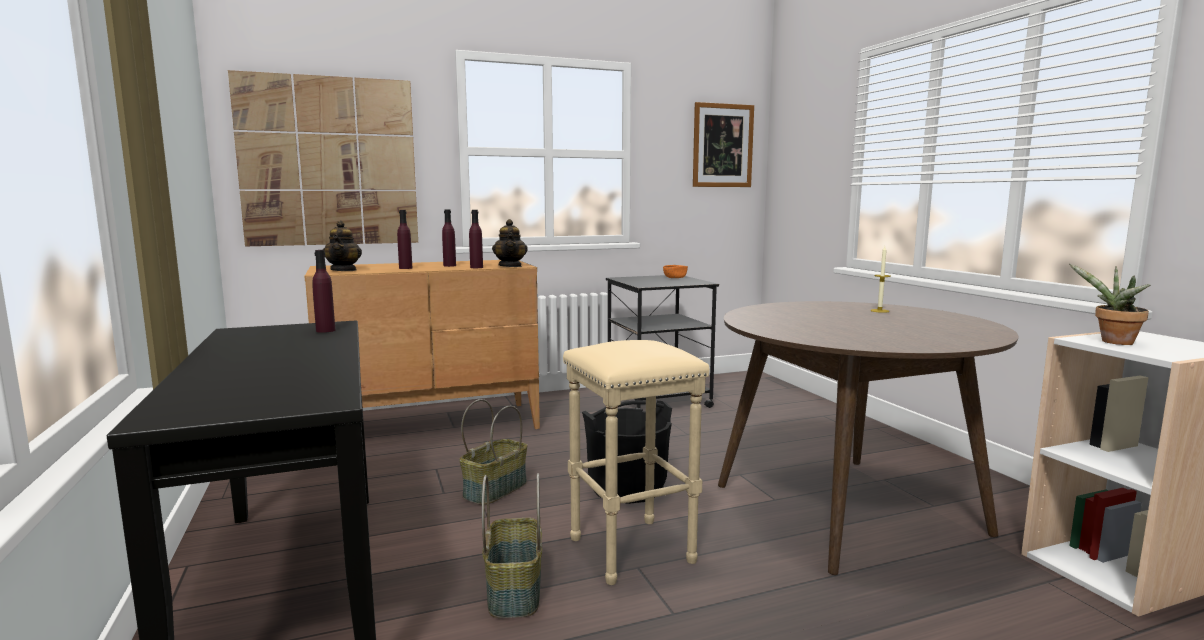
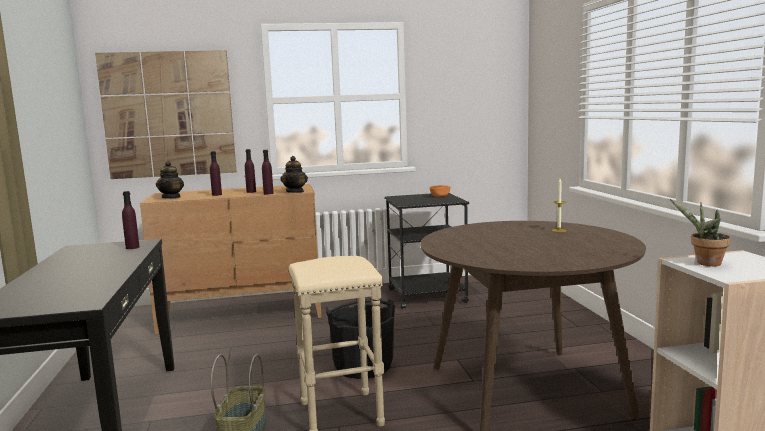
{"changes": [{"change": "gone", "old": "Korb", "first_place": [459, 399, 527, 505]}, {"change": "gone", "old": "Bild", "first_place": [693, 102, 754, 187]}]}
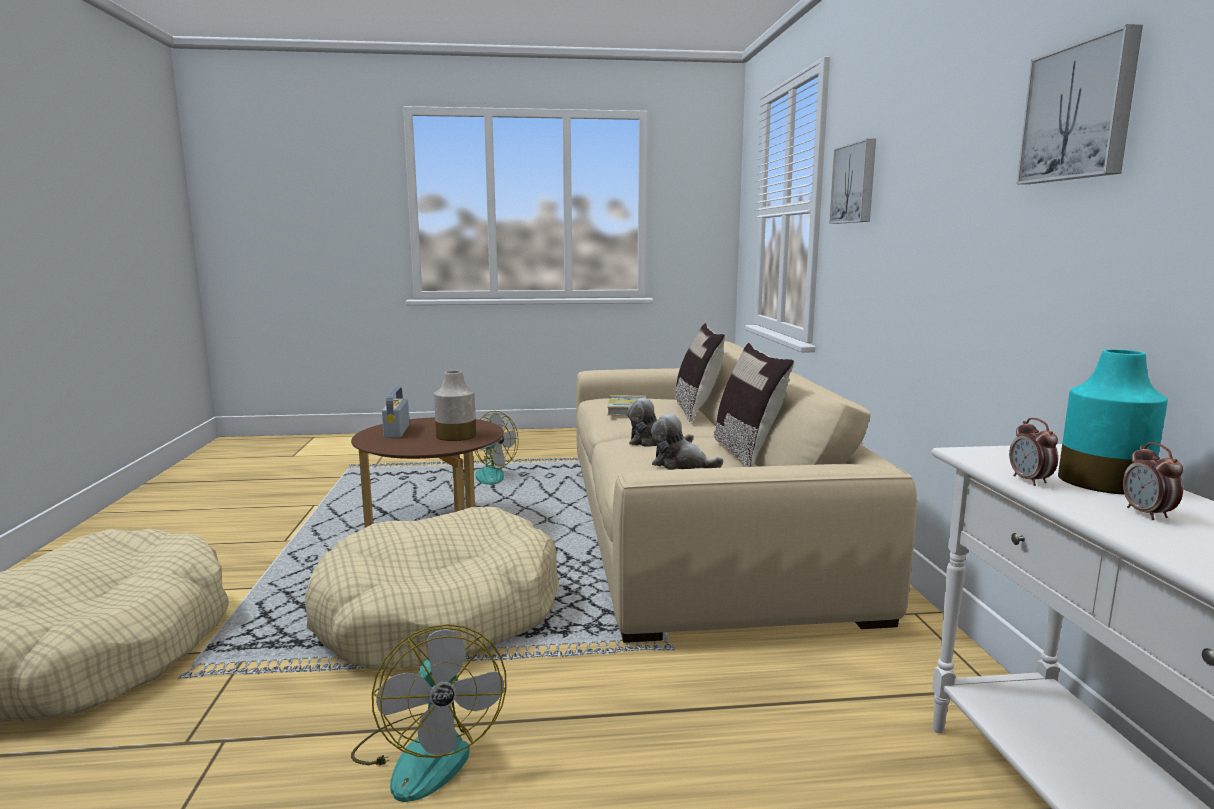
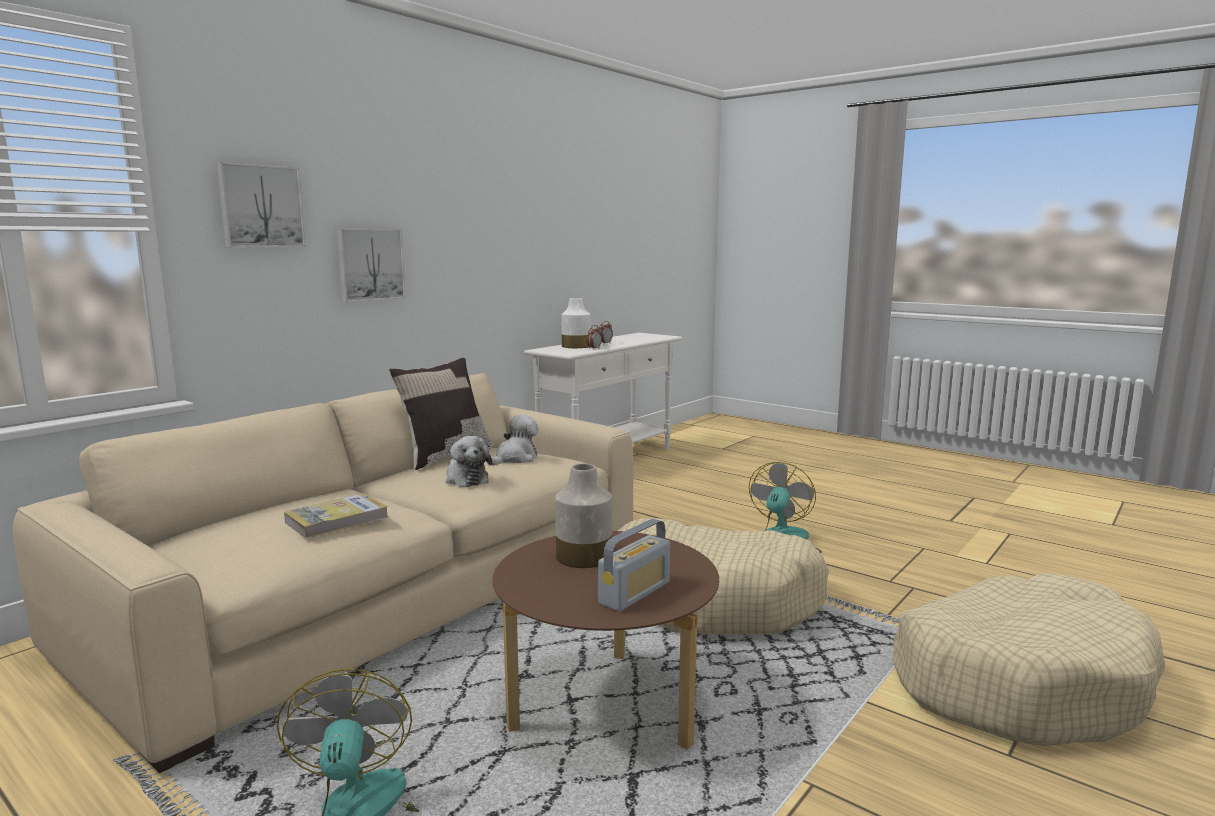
{"changes": [{"change": "rotated", "old": "Plüschtier", "first_place": [651, 414, 724, 470], "second_place": [486, 414, 538, 465], "degrees": -120}, {"change": "gone", "old": "Kissen", "first_place": [675, 323, 725, 422]}, {"change": "shifted", "old": "Bild", "first_place": [1017, 24, 1143, 184], "second_place": [336, 229, 406, 302]}, {"change": "repainted", "old": "Vase (türkis)", "new": "Vase (weiß)", "first_place": [1058, 349, 1168, 495], "second_place": [561, 298, 591, 348]}]}
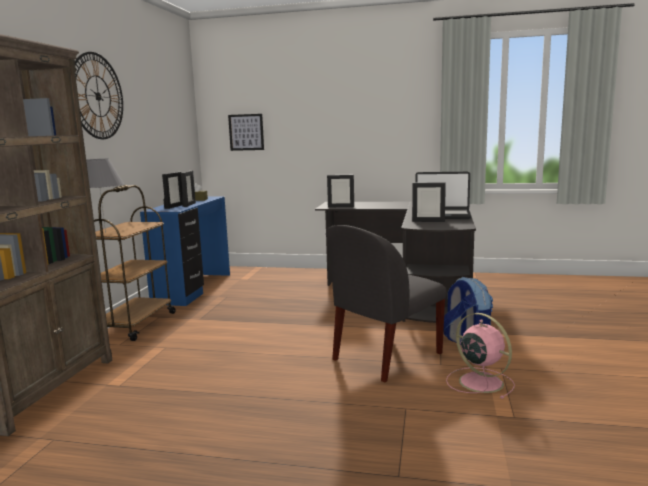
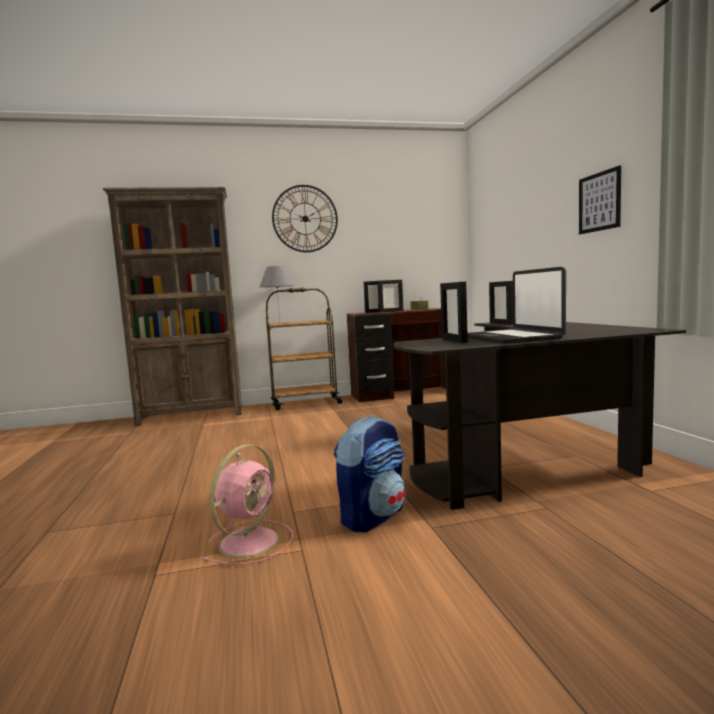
{"changes": [{"change": "repainted", "old": "Schreibtisch (blau)", "new": "Schreibtisch (braun)", "first_place": [140, 197, 230, 306], "second_place": [347, 308, 446, 402]}, {"change": "shifted", "old": "Bild", "first_place": [228, 114, 264, 151], "second_place": [579, 165, 621, 234]}, {"change": "gone", "old": "Stuhl (grau)", "first_place": [326, 225, 447, 382]}]}
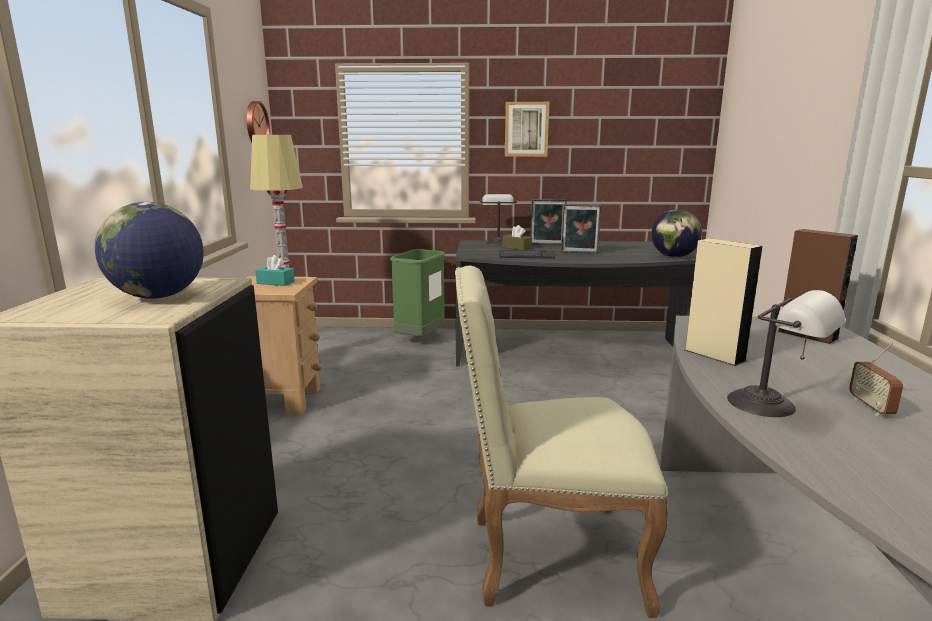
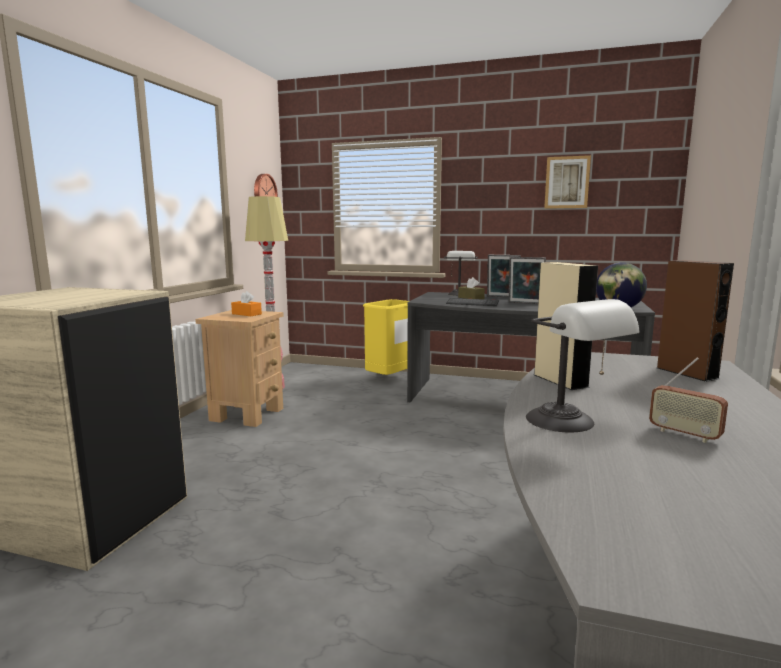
{"changes": [{"change": "gone", "old": "Globus", "first_place": [95, 202, 204, 299]}, {"change": "repainted", "old": "Taschentuchbox (türkis)", "new": "Taschentuchbox (orange)", "first_place": [255, 255, 295, 286], "second_place": [231, 291, 262, 316]}, {"change": "repainted", "old": "Mülleimer (grün)", "new": "Mülleimer (gelb)", "first_place": [390, 249, 445, 336], "second_place": [363, 299, 409, 375]}, {"change": "gone", "old": "Stuhl (beige)", "first_place": [455, 266, 668, 618]}, {"change": "shifted", "old": "Bild", "first_place": [505, 102, 549, 157], "second_place": [544, 155, 591, 209]}, {"change": "rotated", "old": "Radio", "first_place": [849, 342, 903, 416], "second_place": [649, 358, 728, 443], "degrees": -60}]}
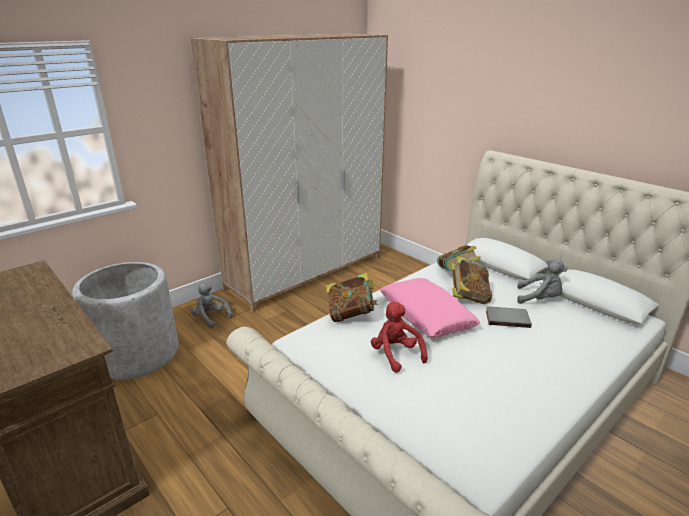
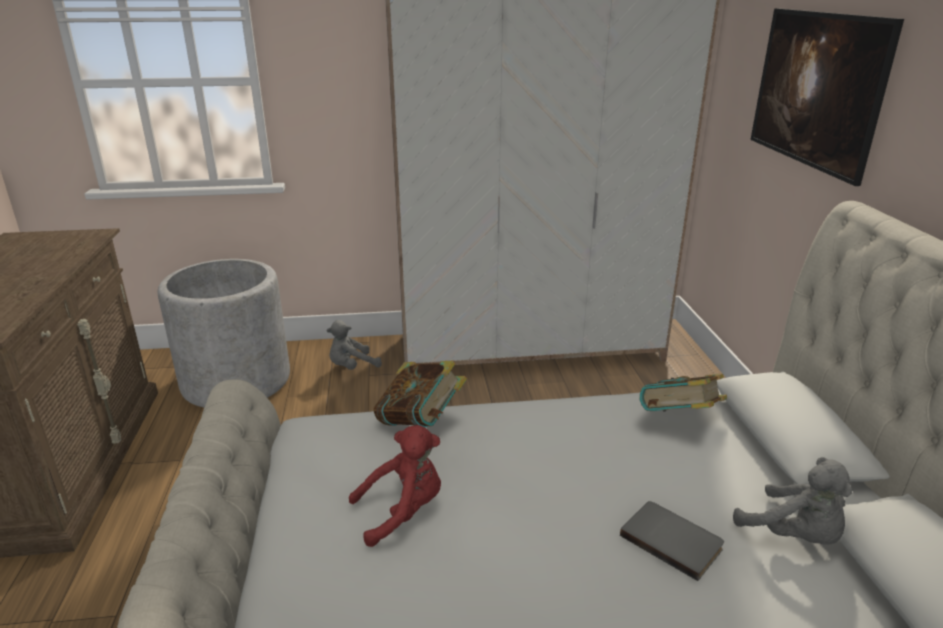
{"changes": [{"change": "rotated", "old": "Plüschtier (grau)", "first_place": [191, 282, 232, 328], "second_place": [327, 320, 382, 370], "degrees": -105}, {"change": "rotated", "old": "Plüschtier (rot)", "first_place": [371, 302, 428, 373], "second_place": [349, 425, 441, 547], "degrees": 60}, {"change": "gone", "old": "Kissen (rosa)", "first_place": [380, 278, 480, 338]}, {"change": "gone", "old": "Buch", "first_place": [450, 256, 492, 304]}, {"change": "new", "new": "Bild", "second_place": [751, 8, 904, 186]}]}
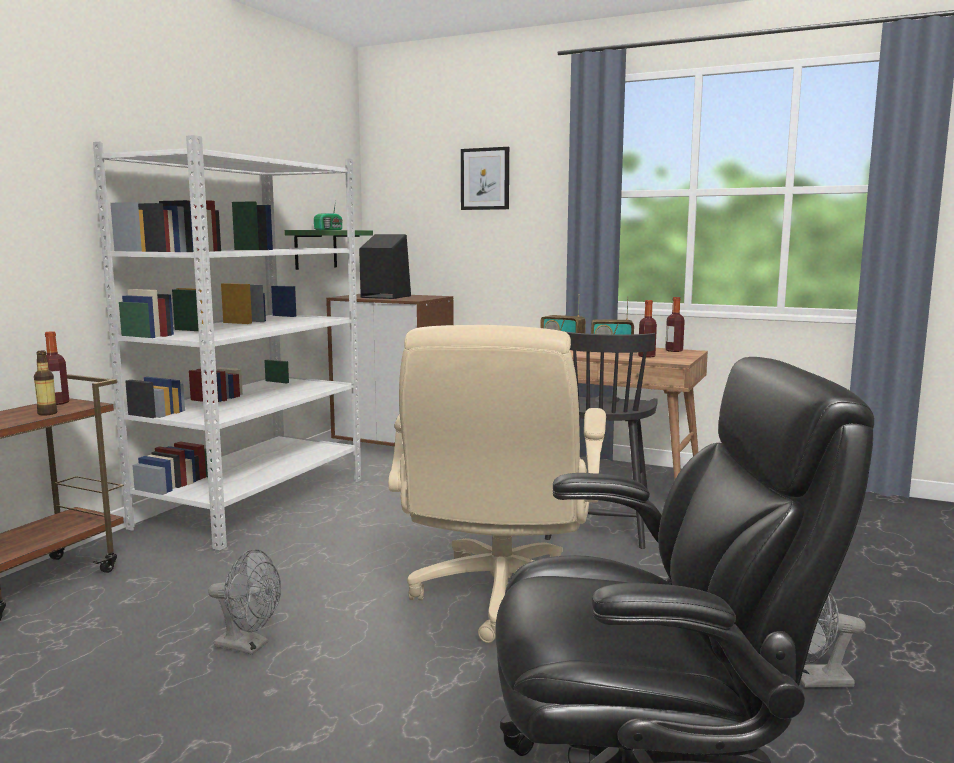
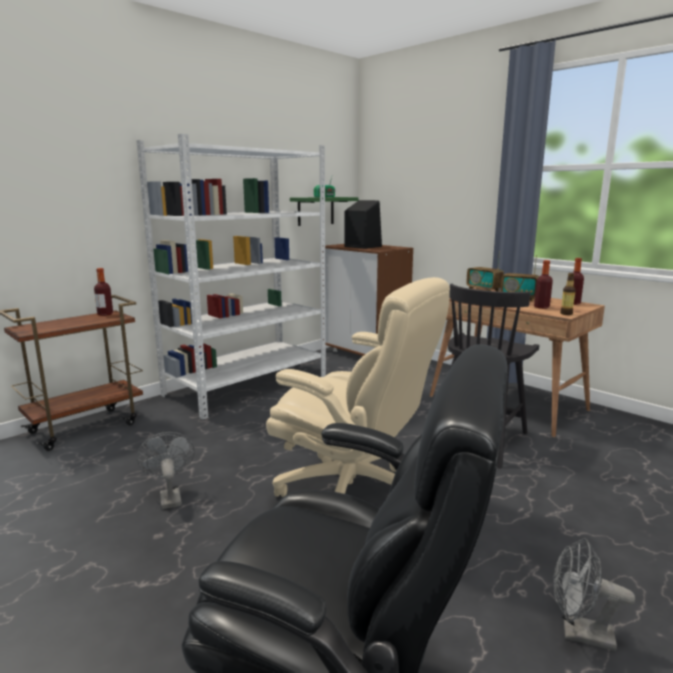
{"changes": [{"change": "shifted", "old": "Flasche", "first_place": [34, 351, 57, 416], "second_place": [560, 273, 576, 315]}, {"change": "rotated", "old": "Ventilator (grau)", "first_place": [208, 549, 281, 655], "second_place": [137, 432, 195, 509], "degrees": -150}, {"change": "rotated", "old": "Bürostuhl (beige)", "first_place": [388, 325, 606, 643], "second_place": [266, 277, 450, 497], "degrees": -90}, {"change": "gone", "old": "Bild", "first_place": [461, 147, 509, 210]}]}
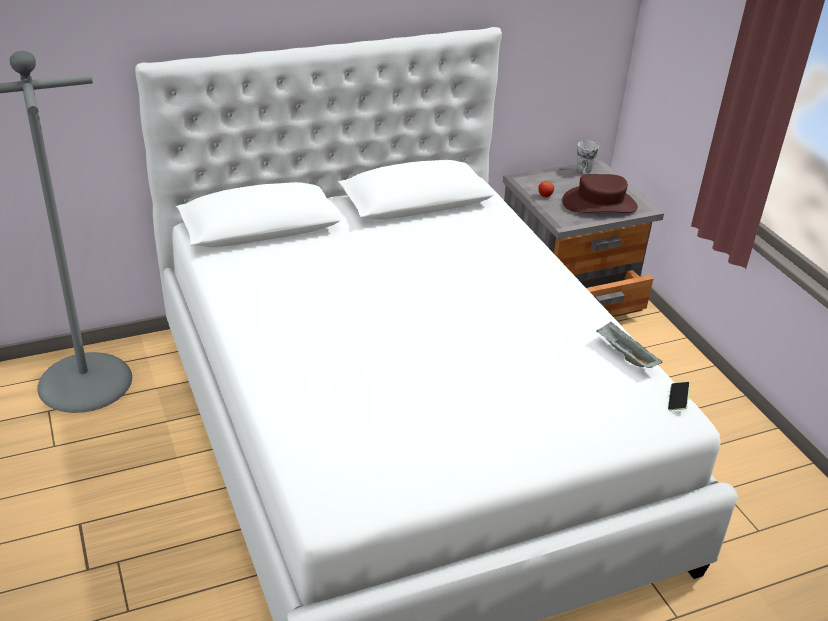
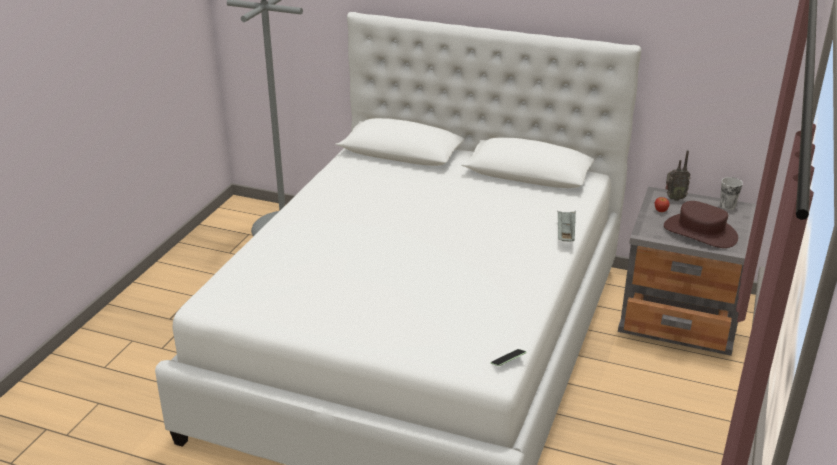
{"changes": [{"change": "shifted", "old": "Tablett (grau)", "first_place": [596, 322, 662, 368], "second_place": [558, 211, 576, 242]}, {"change": "new", "new": "Radio", "second_place": [665, 150, 690, 201]}]}
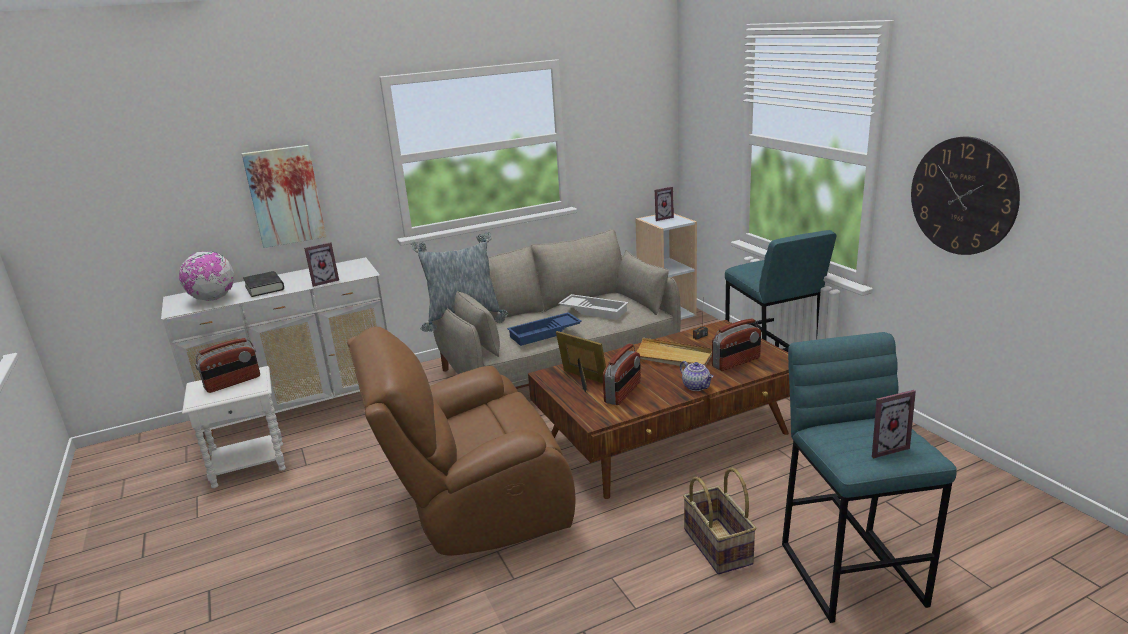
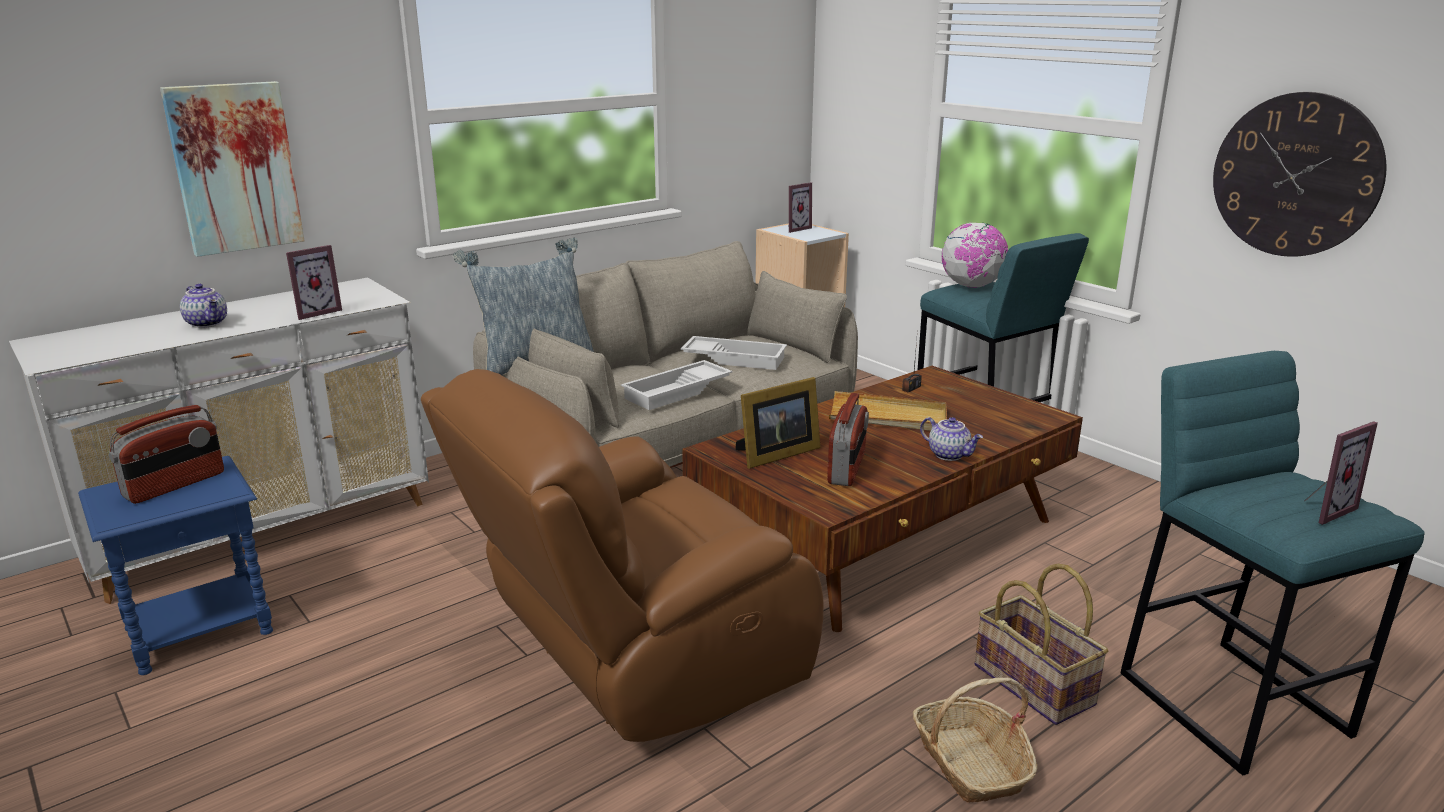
{"changes": [{"change": "shifted", "old": "Globus", "first_place": [179, 251, 235, 301], "second_place": [941, 223, 1008, 288]}, {"change": "repainted", "old": "Beistelltisch (weiß)", "new": "Beistelltisch (blau)", "first_place": [182, 366, 286, 488], "second_place": [78, 456, 273, 675]}, {"change": "swapped", "old": "Buch (schwarz)", "new": "Teekanne", "first_place": [243, 271, 284, 297], "second_place": [180, 284, 227, 328]}, {"change": "repainted", "old": "Tablett (blau)", "new": "Tablett (weiß)", "first_place": [507, 312, 582, 346], "second_place": [621, 360, 733, 410]}, {"change": "rotated", "old": "Bilderrahmen", "first_place": [556, 331, 606, 392], "second_place": [735, 377, 821, 469], "degrees": 120}, {"change": "gone", "old": "Radio", "first_place": [712, 318, 761, 371]}, {"change": "new", "new": "Korb", "second_place": [913, 678, 1038, 803]}]}
